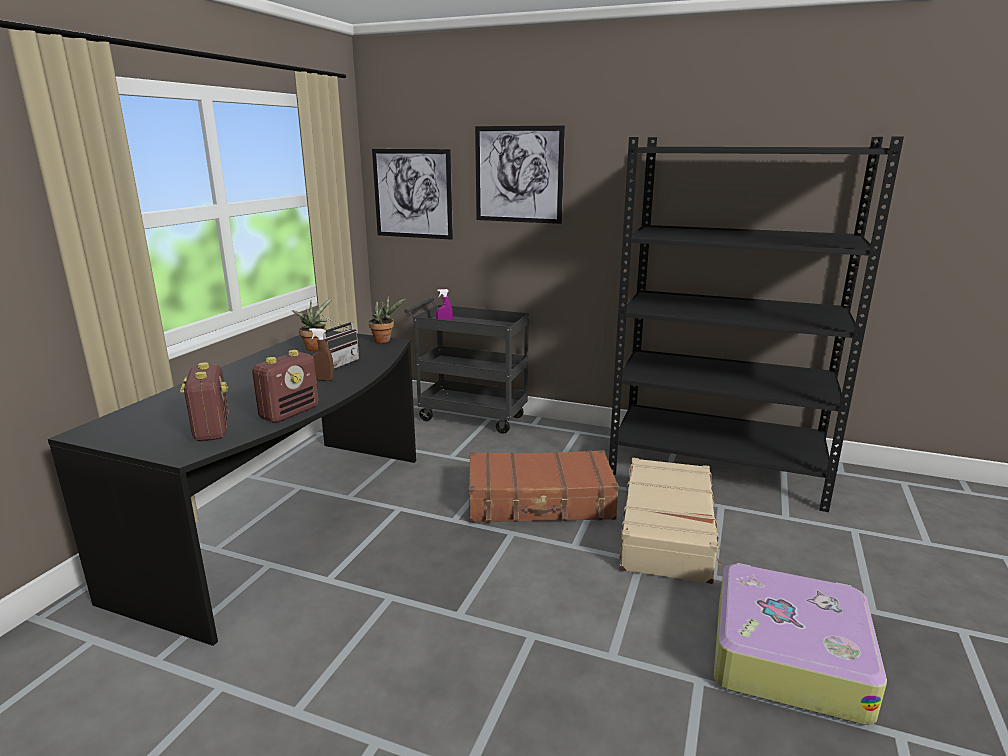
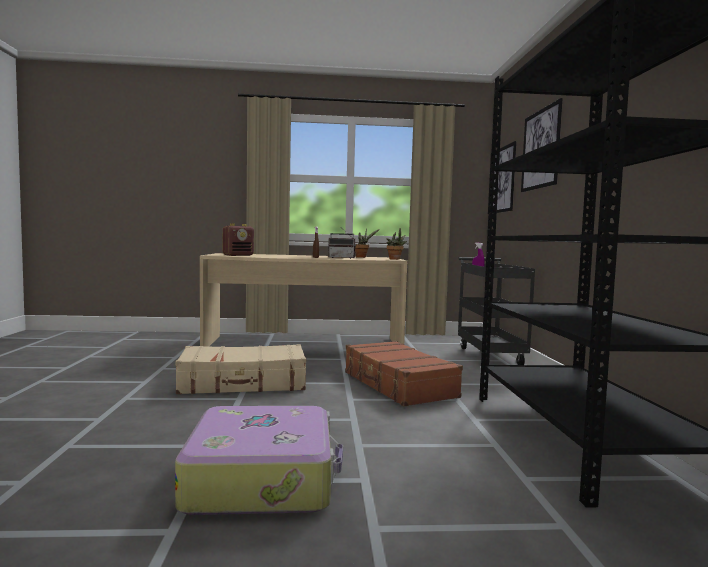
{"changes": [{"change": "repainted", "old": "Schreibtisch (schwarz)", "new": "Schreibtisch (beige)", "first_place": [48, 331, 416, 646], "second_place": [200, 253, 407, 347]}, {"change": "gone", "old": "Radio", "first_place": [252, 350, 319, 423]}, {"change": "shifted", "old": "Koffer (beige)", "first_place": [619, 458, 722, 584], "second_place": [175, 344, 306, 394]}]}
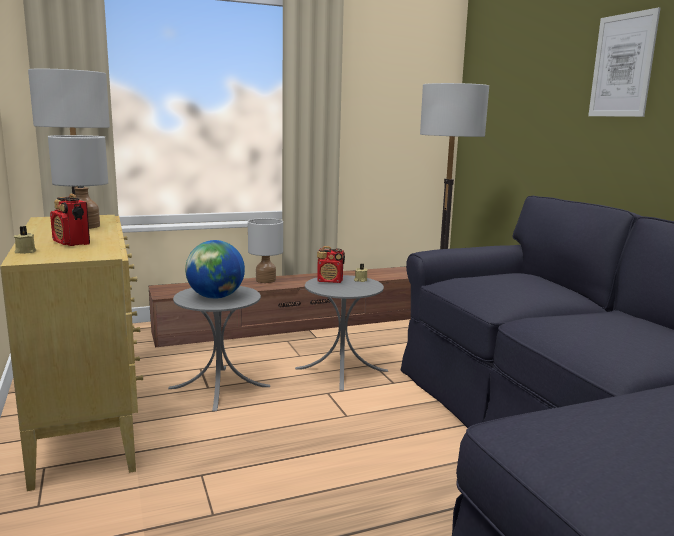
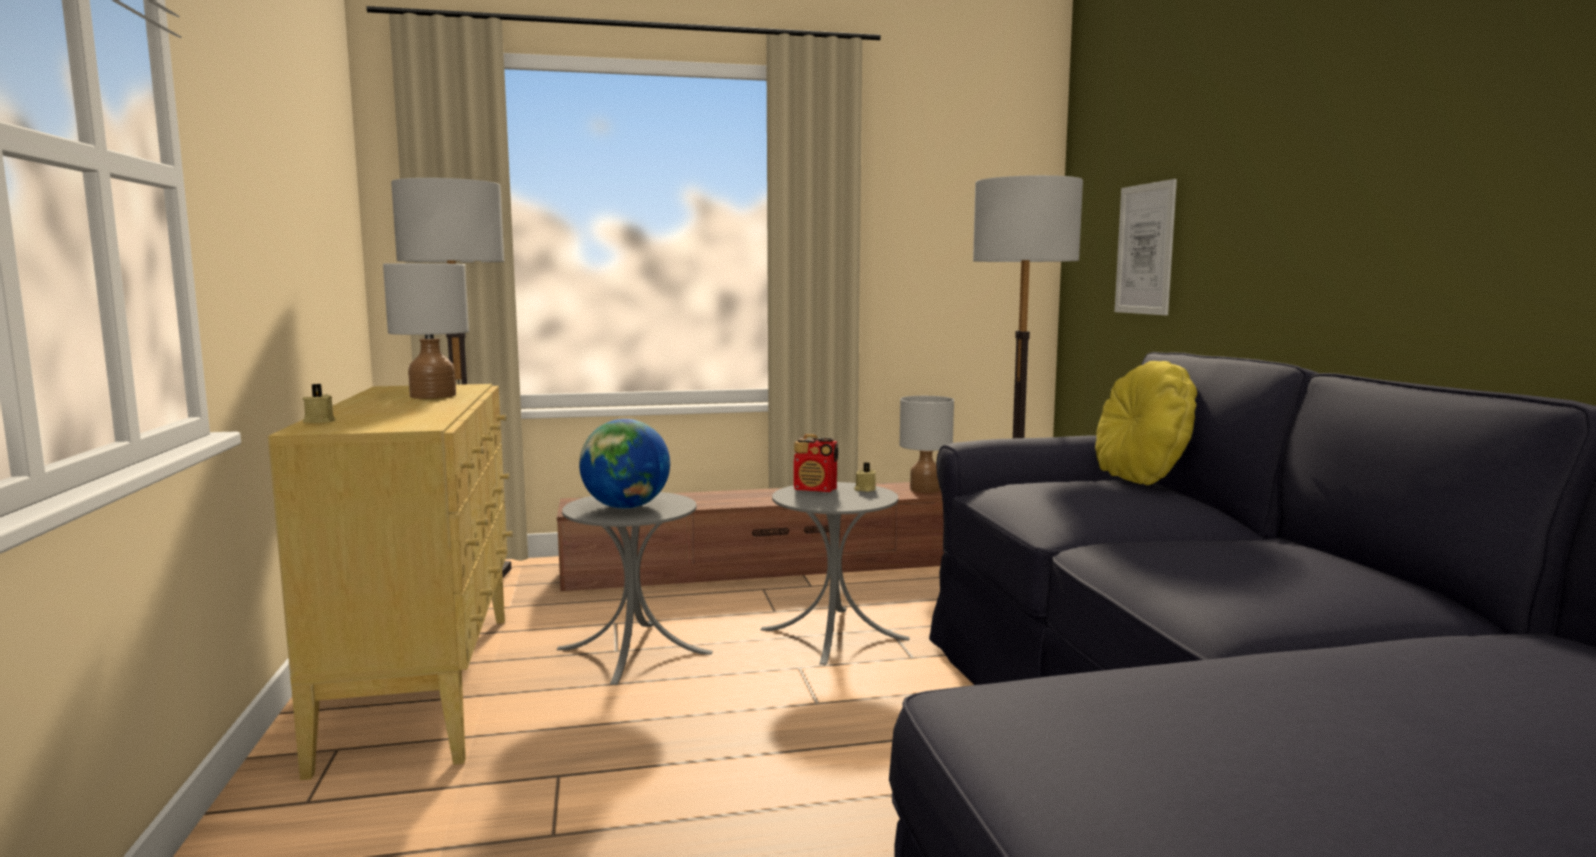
{"changes": [{"change": "gone", "old": "Radio", "first_place": [50, 194, 90, 246]}, {"change": "shifted", "old": "Tischlampe (grau)", "first_place": [248, 218, 283, 283], "second_place": [900, 396, 954, 493]}, {"change": "shifted", "old": "Bild", "first_place": [588, 7, 660, 117], "second_place": [1115, 179, 1177, 315]}, {"change": "new", "new": "Kissen (gelb)", "second_place": [1095, 361, 1197, 485]}]}
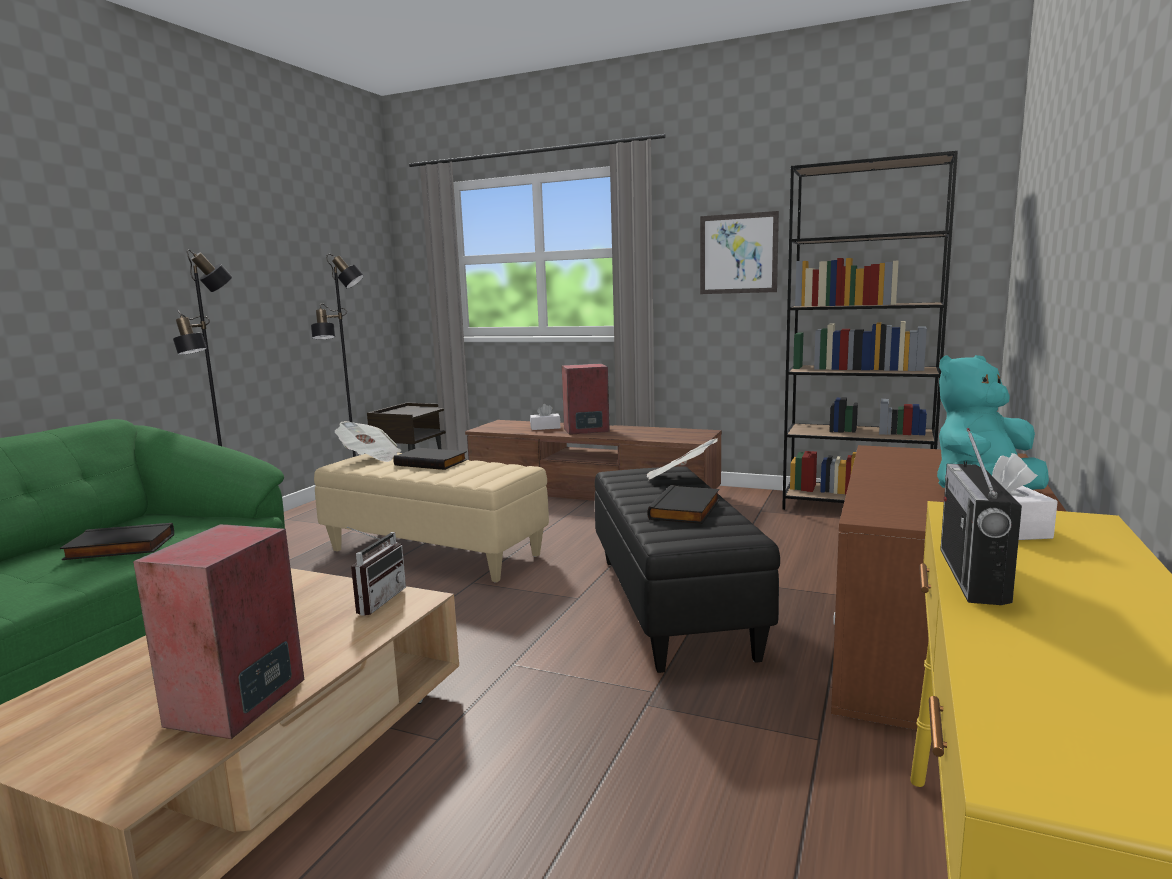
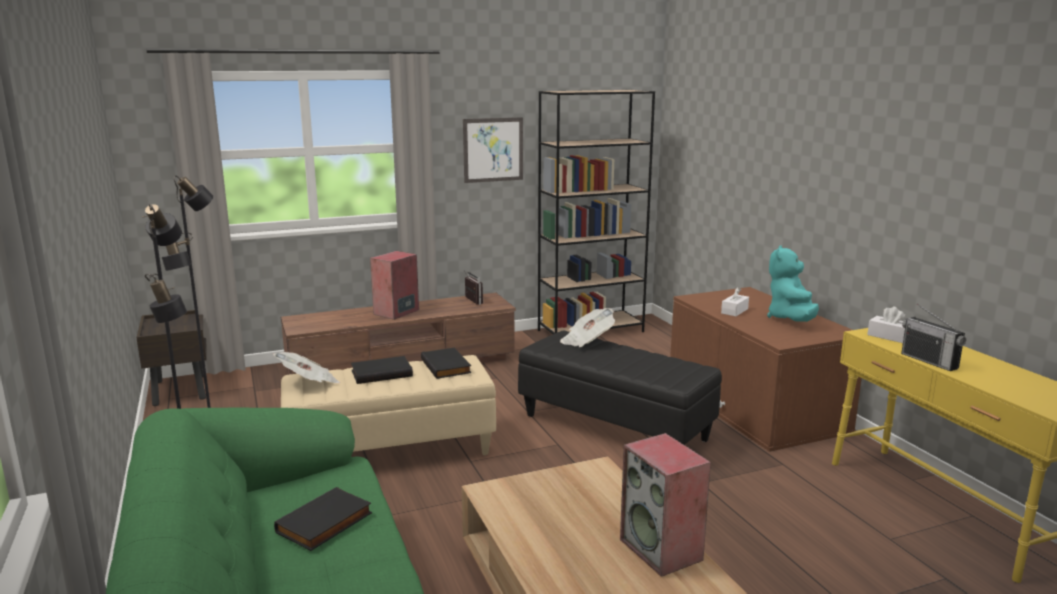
{"changes": [{"change": "shifted", "old": "Radio", "first_place": [347, 527, 406, 616], "second_place": [464, 271, 483, 305]}, {"change": "shifted", "old": "Taschentuchbox (weiß)", "first_place": [530, 404, 560, 430], "second_place": [721, 287, 749, 316]}, {"change": "shifted", "old": "Buch (schwarz)", "first_place": [647, 485, 720, 524], "second_place": [421, 347, 472, 379]}]}
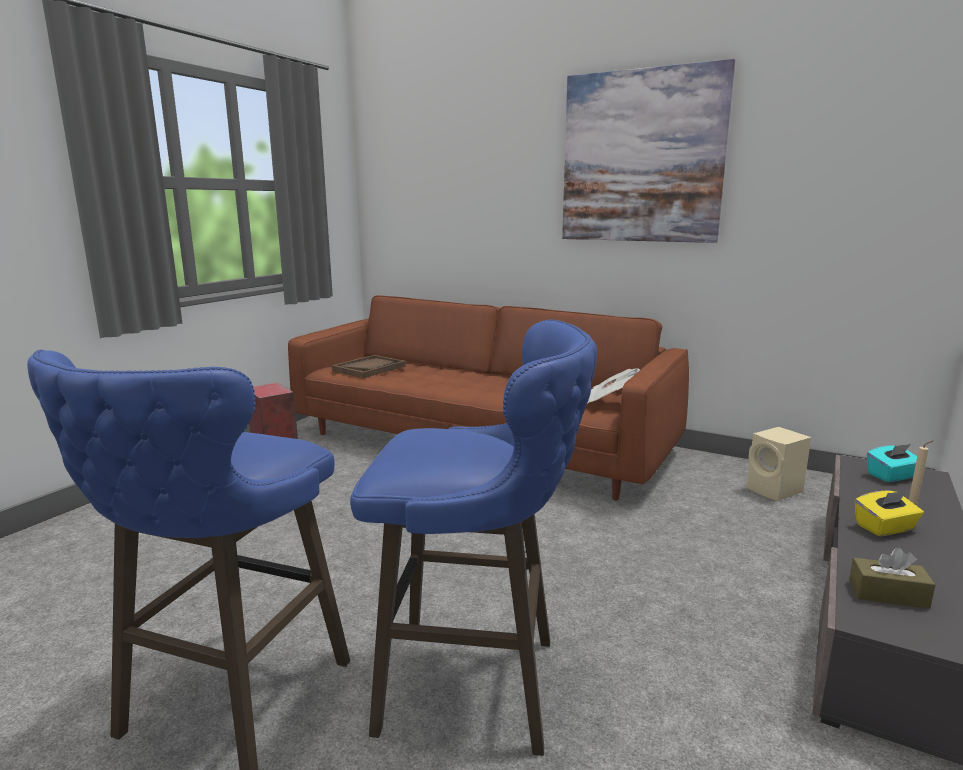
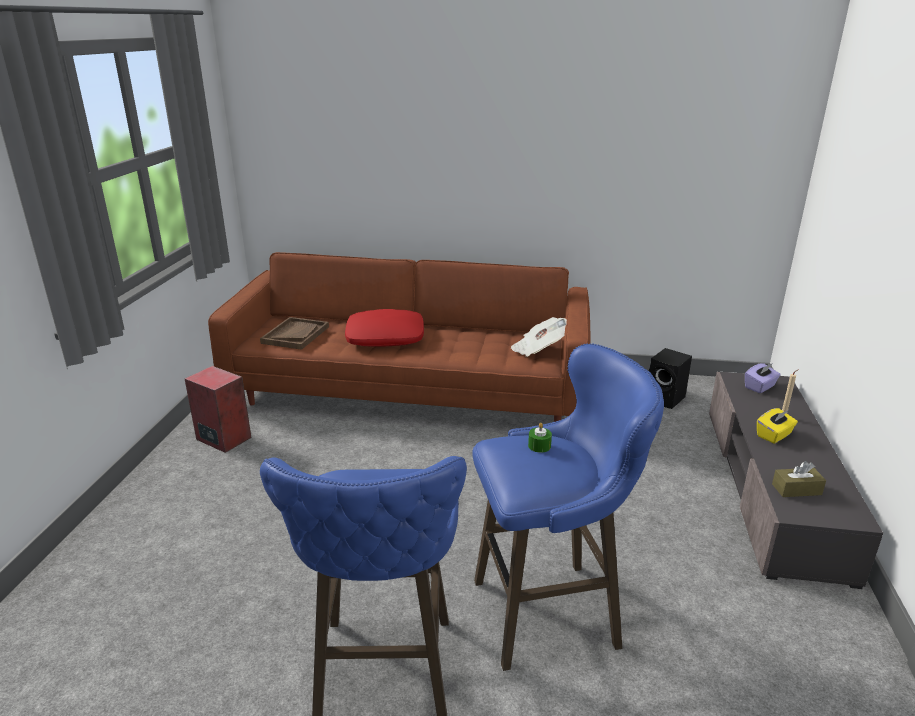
{"changes": [{"change": "gone", "old": "Bild", "first_place": [562, 59, 735, 243]}, {"change": "repainted", "old": "Lautsprecher (beige)", "new": "Lautsprecher (schwarz)", "first_place": [747, 427, 811, 501], "second_place": [648, 348, 692, 409]}, {"change": "repainted", "old": "Taschentuchbox (türkis)", "new": "Taschentuchbox (lila)", "first_place": [867, 444, 917, 482], "second_place": [745, 363, 781, 393]}, {"change": "new", "new": "Kissen (rot)", "second_place": [345, 309, 424, 347]}, {"change": "new", "new": "Kerze (grün)", "second_place": [528, 423, 552, 453]}]}
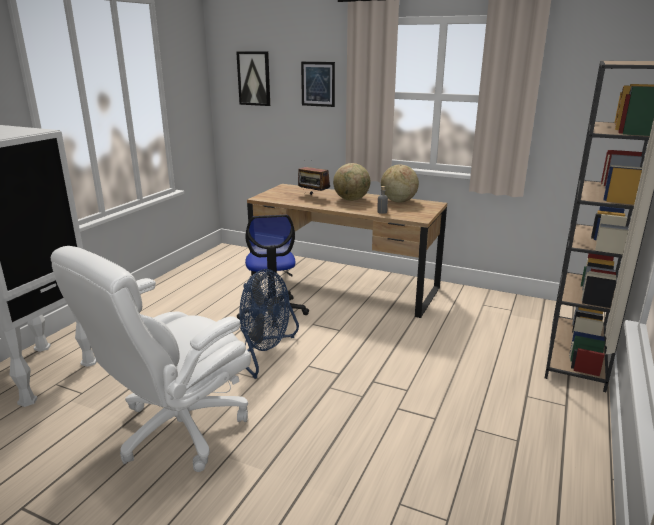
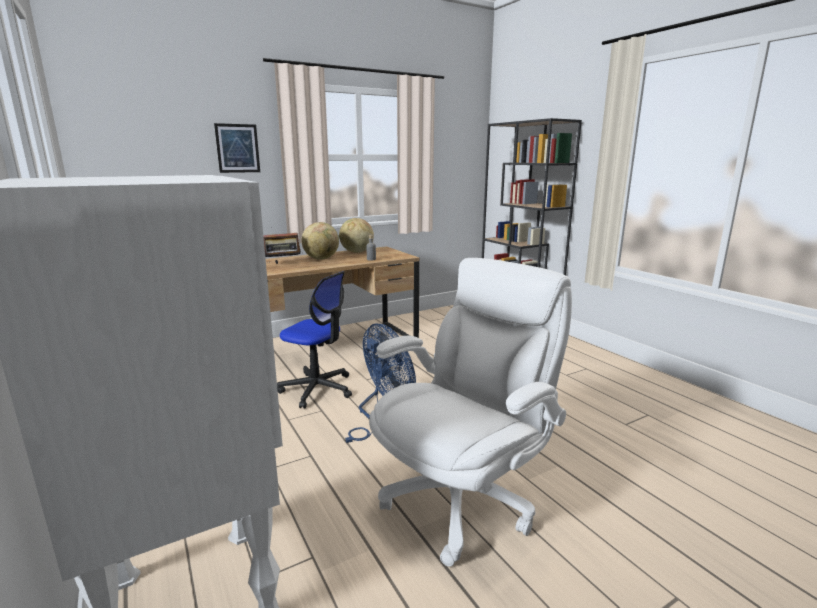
{"changes": [{"change": "rotated", "old": "Bürostuhl (weiß)", "first_place": [51, 246, 251, 472], "second_place": [369, 258, 572, 567], "degrees": -120}, {"change": "gone", "old": "Bild", "first_place": [236, 51, 270, 106]}]}
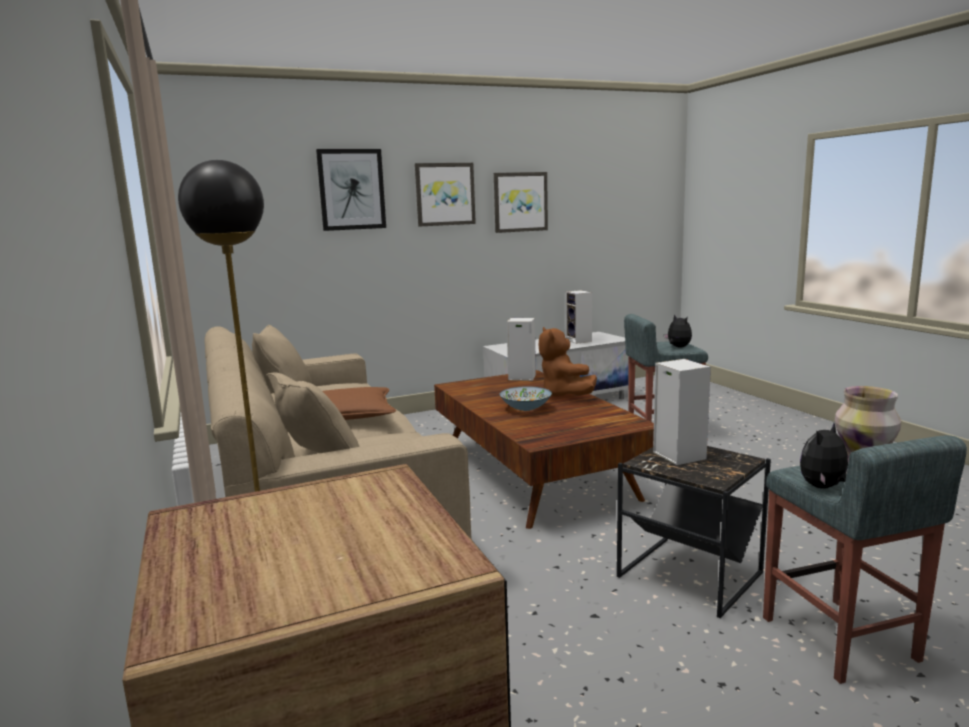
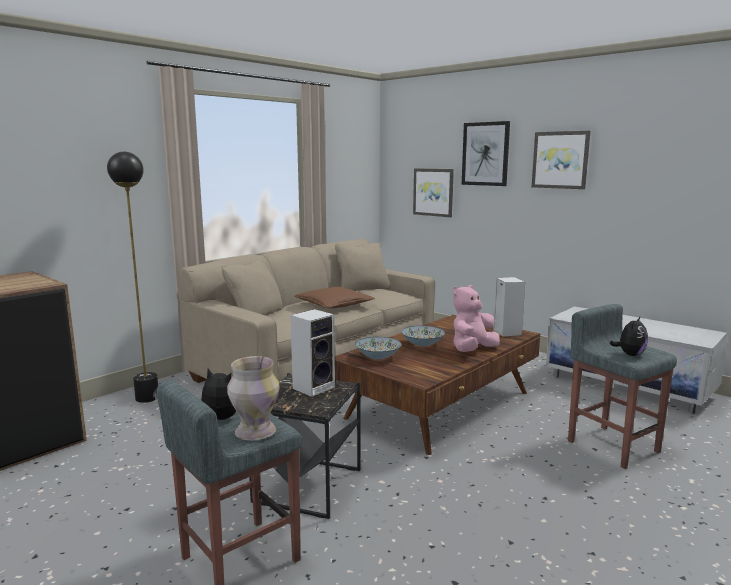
{"changes": [{"change": "shifted", "old": "Bild", "first_place": [494, 172, 548, 233], "second_place": [413, 168, 454, 217]}, {"change": "repainted", "old": "Plüschtier (braun)", "new": "Plüschtier (rosa)", "first_place": [539, 327, 597, 396], "second_place": [453, 285, 500, 352]}, {"change": "gone", "old": "Lautsprecher", "first_place": [565, 290, 592, 344]}, {"change": "new", "new": "Schüssel", "second_place": [355, 337, 402, 359]}]}
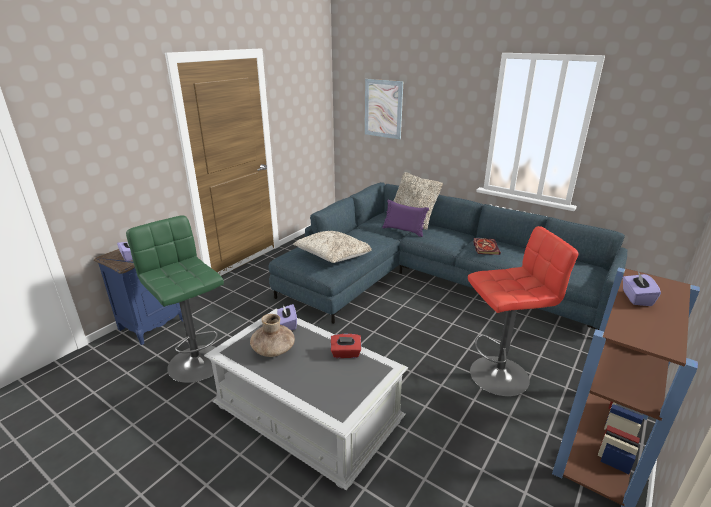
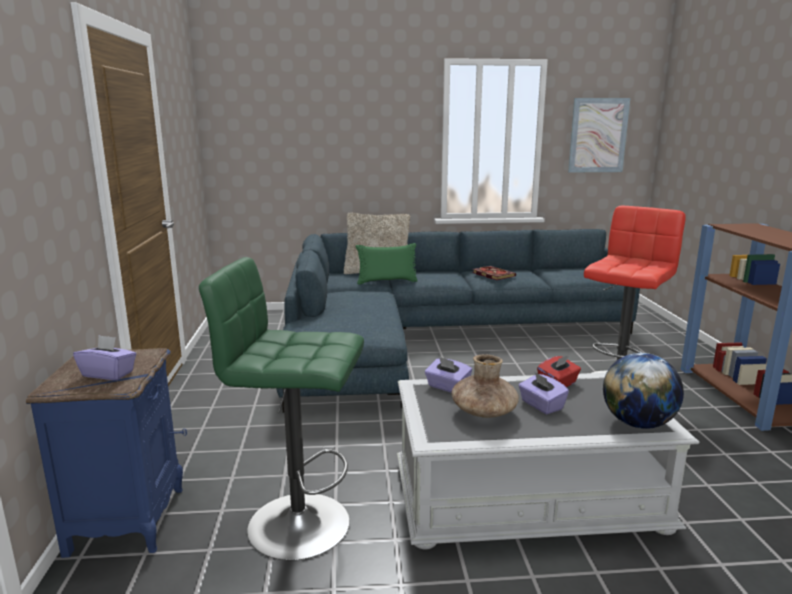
{"changes": [{"change": "gone", "old": "Kissen (beige)", "first_place": [293, 231, 372, 263]}, {"change": "shifted", "old": "Bild", "first_place": [365, 79, 403, 139], "second_place": [568, 98, 630, 172]}, {"change": "repainted", "old": "Kissen (lila)", "new": "Kissen (grün)", "first_place": [382, 200, 429, 237], "second_place": [355, 243, 418, 285]}, {"change": "shifted", "old": "Taschentuchbox (lila)", "first_place": [623, 271, 661, 306], "second_place": [518, 371, 569, 414]}, {"change": "new", "new": "Globus", "second_place": [603, 353, 684, 429]}]}
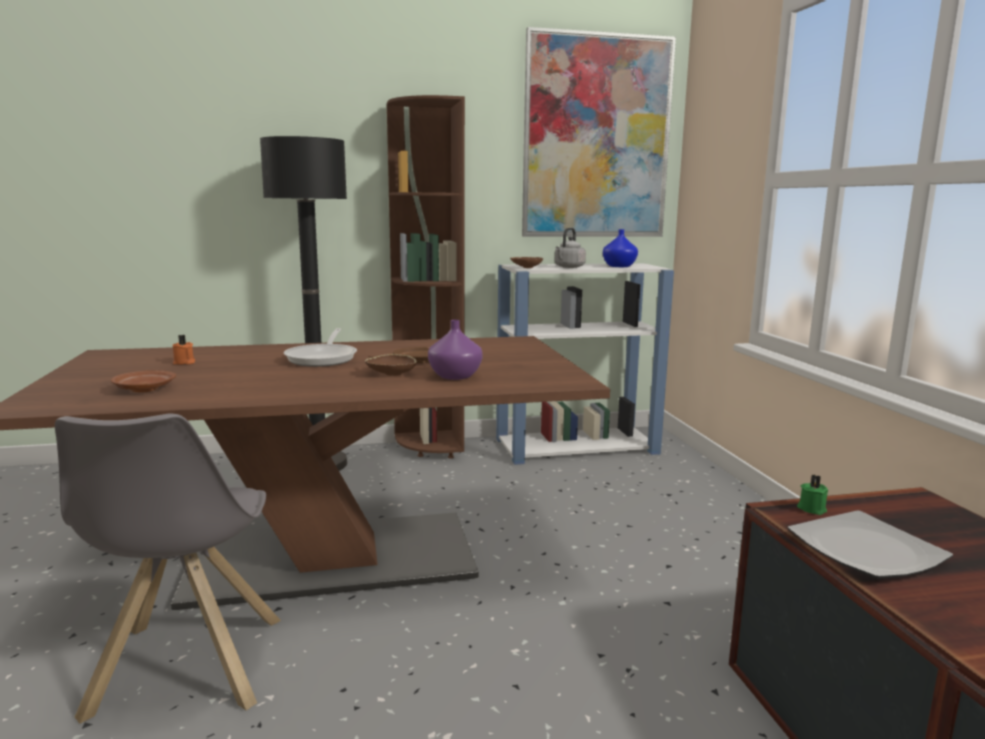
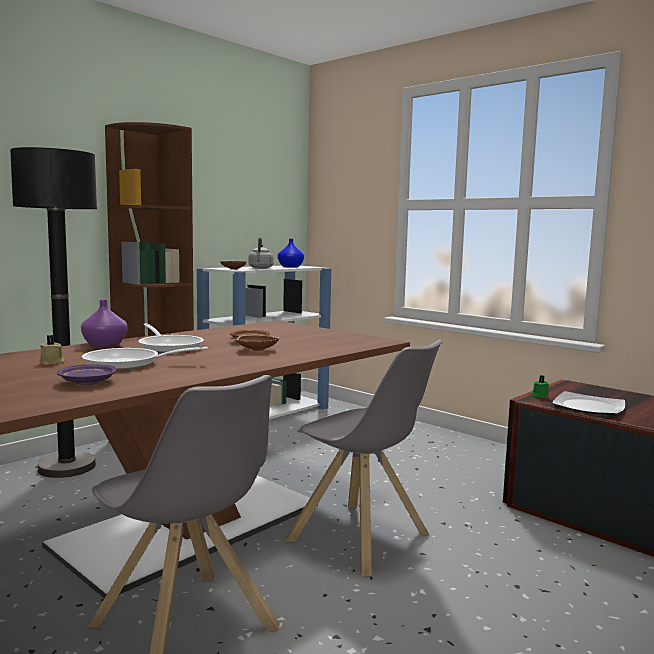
{"changes": [{"change": "repainted", "old": "Teller (braun)", "new": "Teller (lila)", "first_place": [111, 370, 176, 392], "second_place": [57, 364, 117, 385]}, {"change": "repainted", "old": "Kerze (orange)", "new": "Kerze (beige)", "first_place": [173, 335, 195, 365], "second_place": [40, 335, 65, 365]}, {"change": "shifted", "old": "Vase (lila)", "first_place": [428, 320, 483, 380], "second_place": [81, 300, 127, 347]}, {"change": "gone", "old": "Bild", "first_place": [522, 27, 676, 237]}, {"change": "new", "new": "Pfanne", "second_place": [82, 347, 208, 370]}, {"change": "new", "new": "Stuhl (grau)", "second_place": [286, 340, 443, 577]}]}
